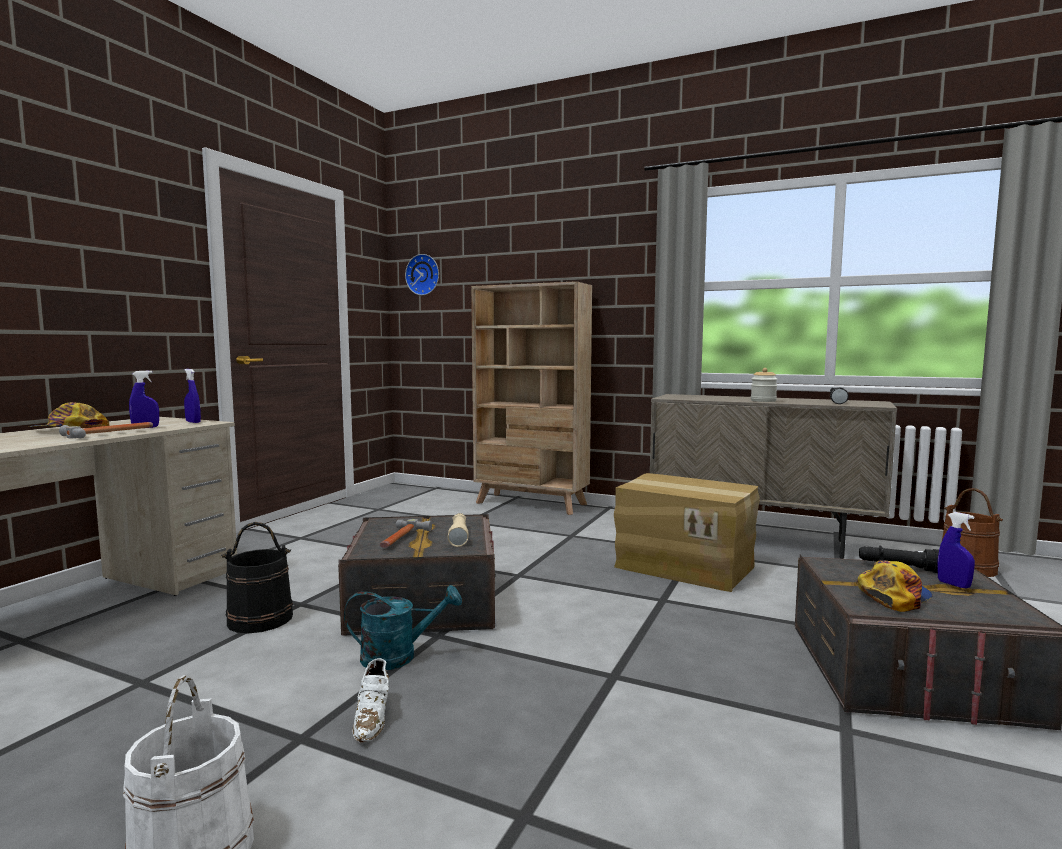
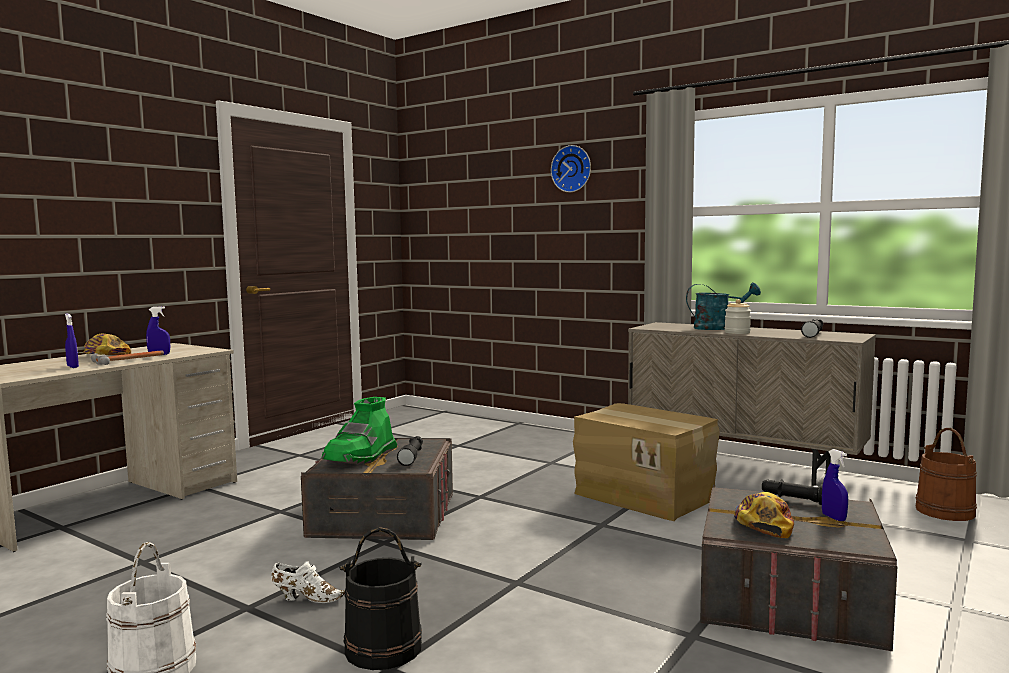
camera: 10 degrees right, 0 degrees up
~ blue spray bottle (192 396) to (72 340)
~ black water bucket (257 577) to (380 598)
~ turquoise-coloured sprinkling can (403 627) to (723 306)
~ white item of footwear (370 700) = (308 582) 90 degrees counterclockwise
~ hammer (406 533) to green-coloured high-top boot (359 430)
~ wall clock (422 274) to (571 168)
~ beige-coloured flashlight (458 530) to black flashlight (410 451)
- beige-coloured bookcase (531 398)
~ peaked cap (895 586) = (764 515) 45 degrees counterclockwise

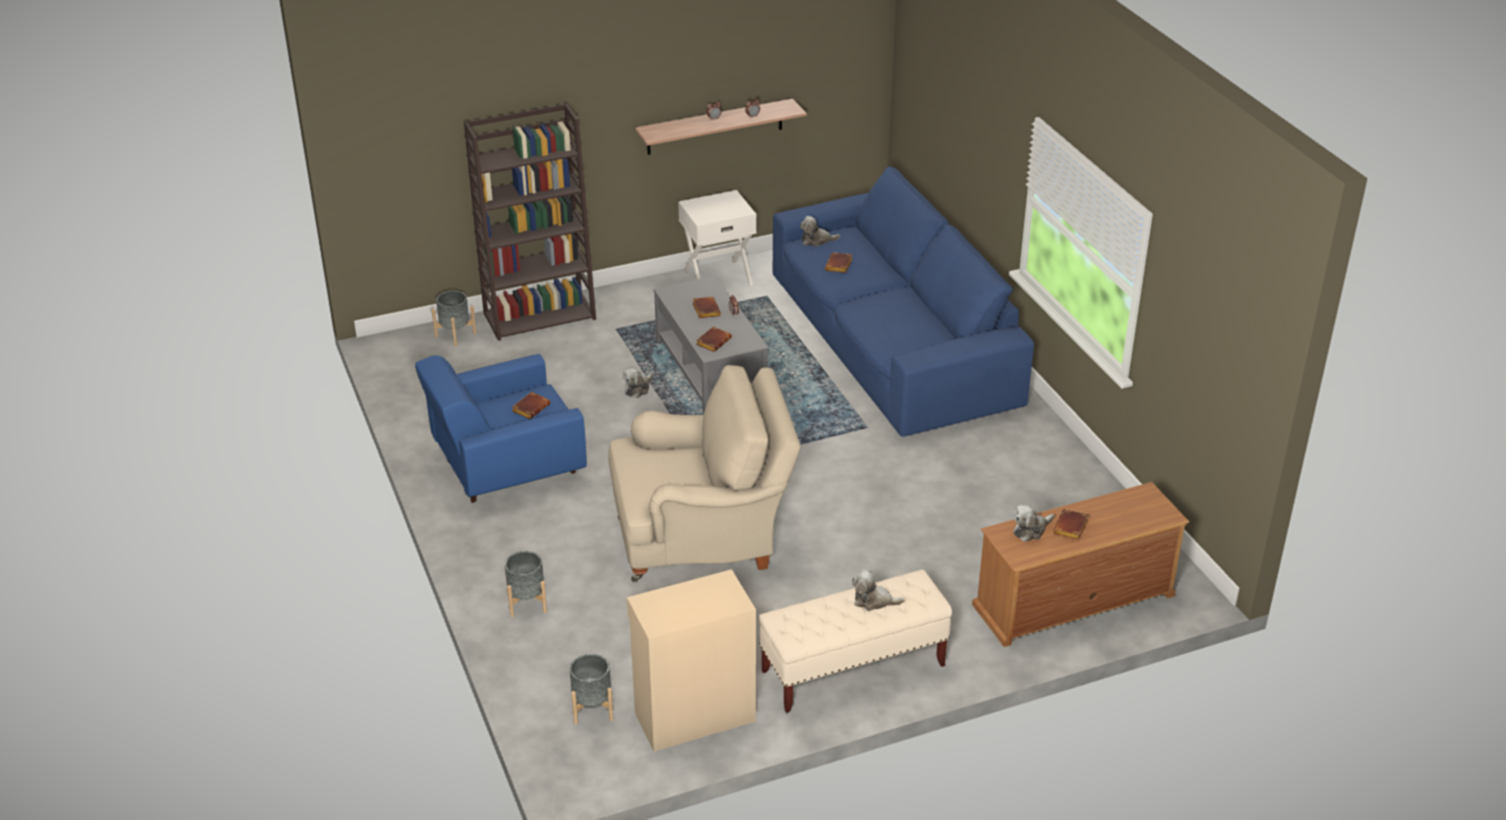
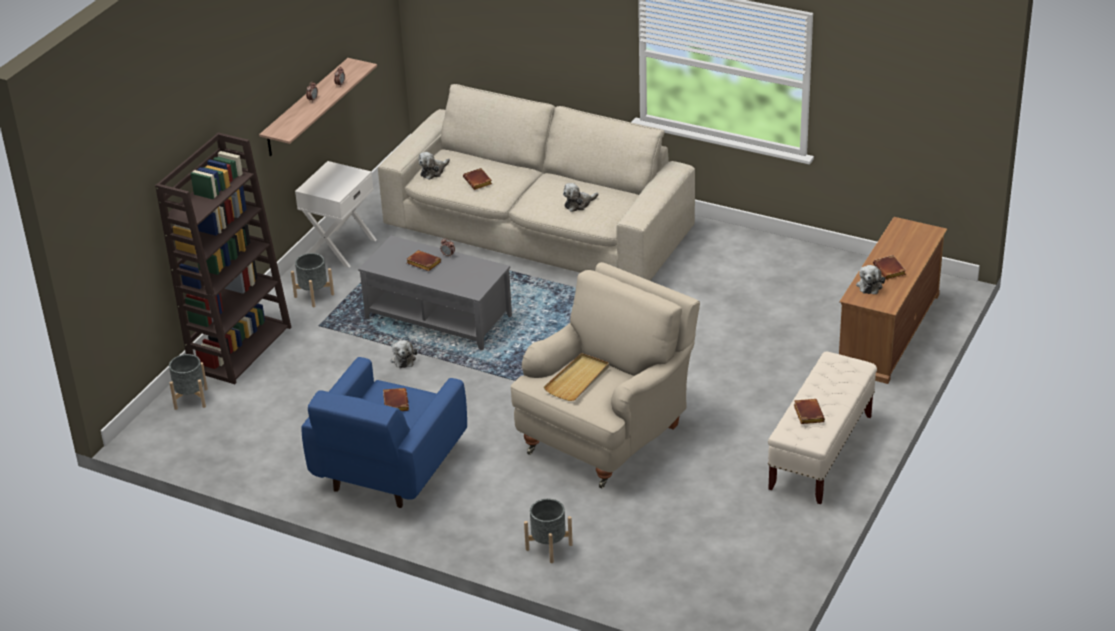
camera: 40 degrees left, 0 degrees up
~ greyish plant pot (591 689) to (312 280)
- beige-coloured storage cabinet (691 660)
~ brown-coloured book (714 339) to (809 411)
~ blue couch (903 302) to beige-coloured couch (536 182)
~ plush toy (878 590) to (580 197)
+ beige-coloured carrying tray (576 377)

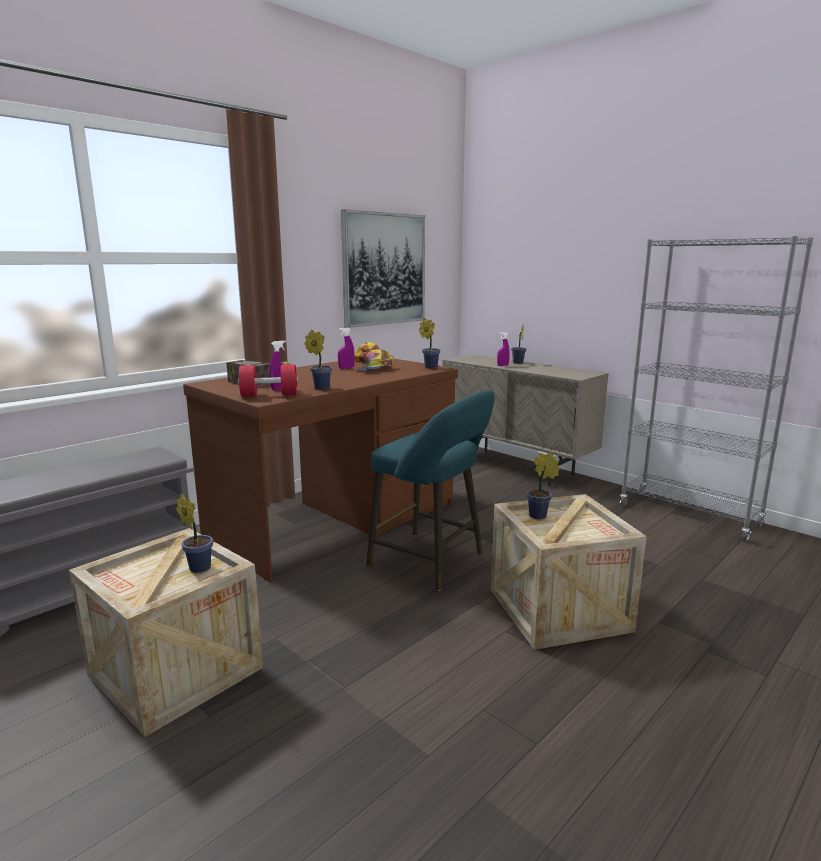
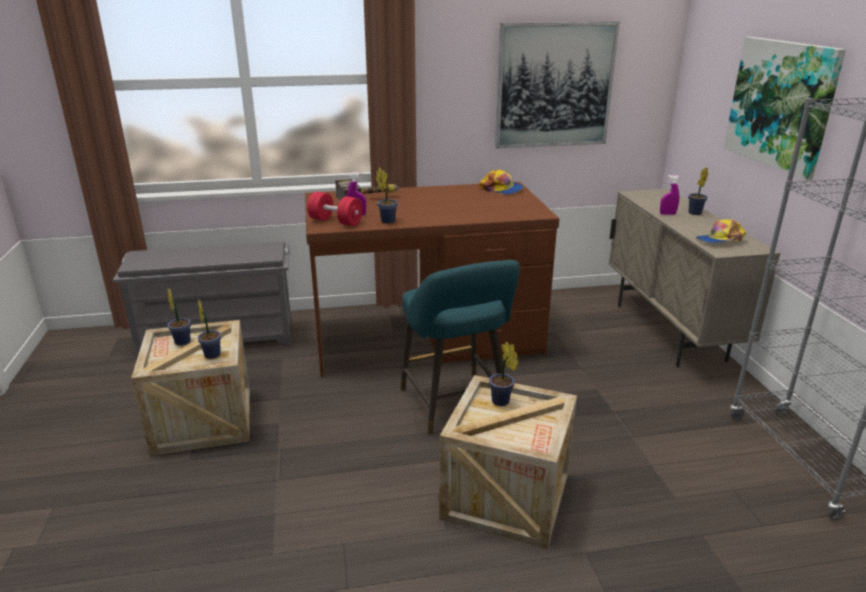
camera: 35 degrees right, 10 degrees up
- purplish spray bottle (346 348)
~ peaked cap (374 359) to (721 231)
~ houseplant (429 343) to (179 317)
+ picture (785 108)

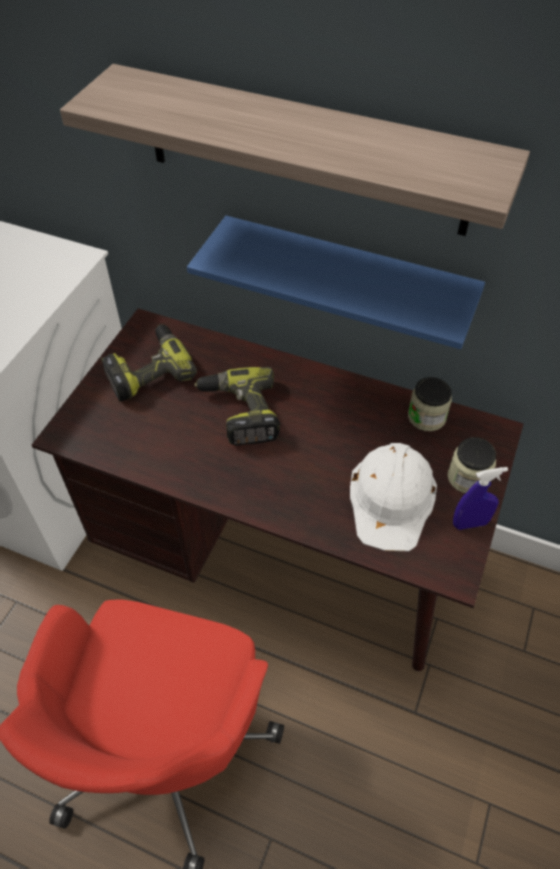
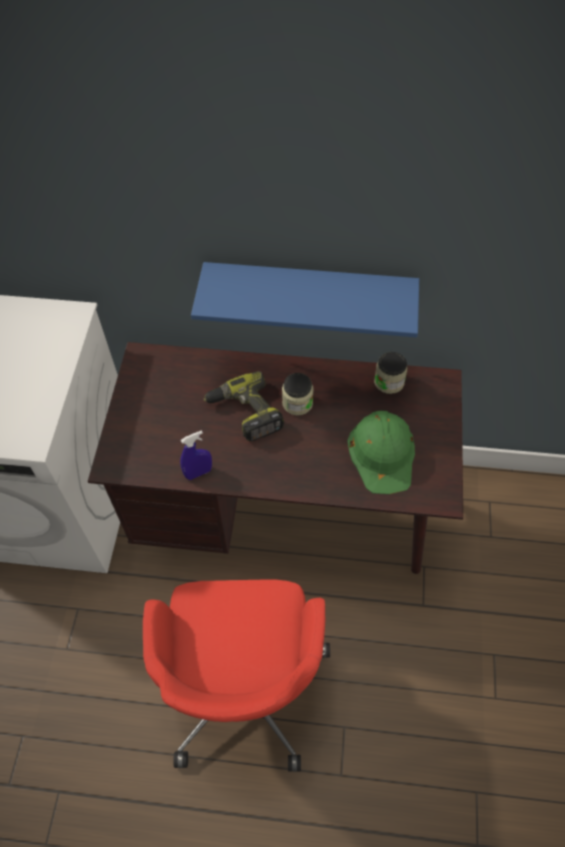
camera: 15 degrees left, 5 degrees up
- wall shelf (295 150)
- power drill (149 362)
~ white work helmet (393 497) to green-coloured work helmet (381 452)
~ storage jar (471 465) to (298 394)
~ blue spray bottle (480 498) to (196 455)

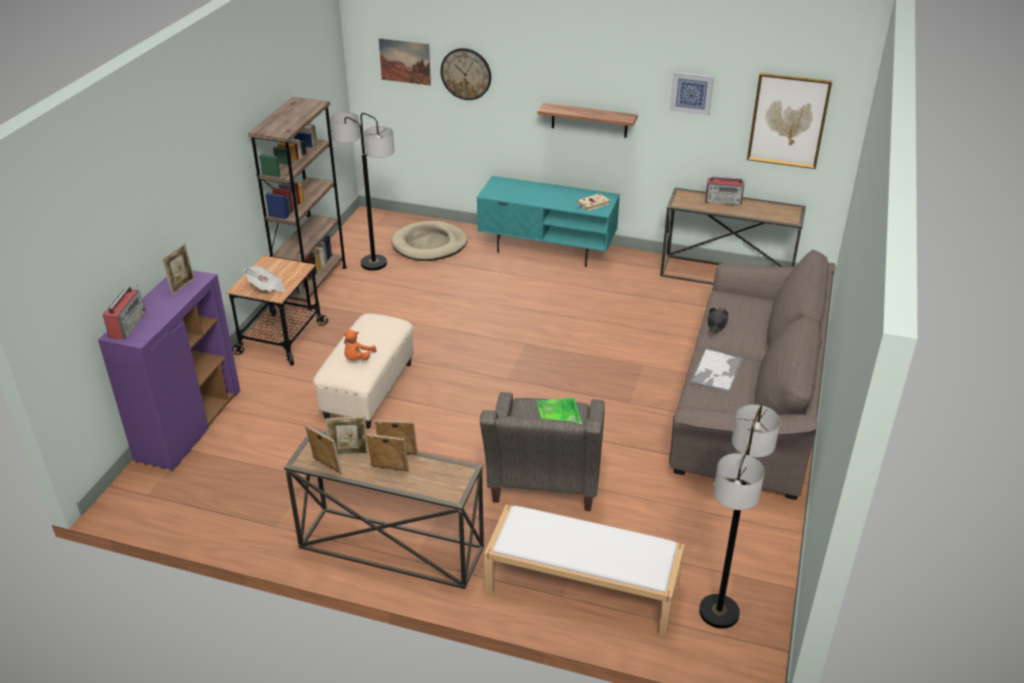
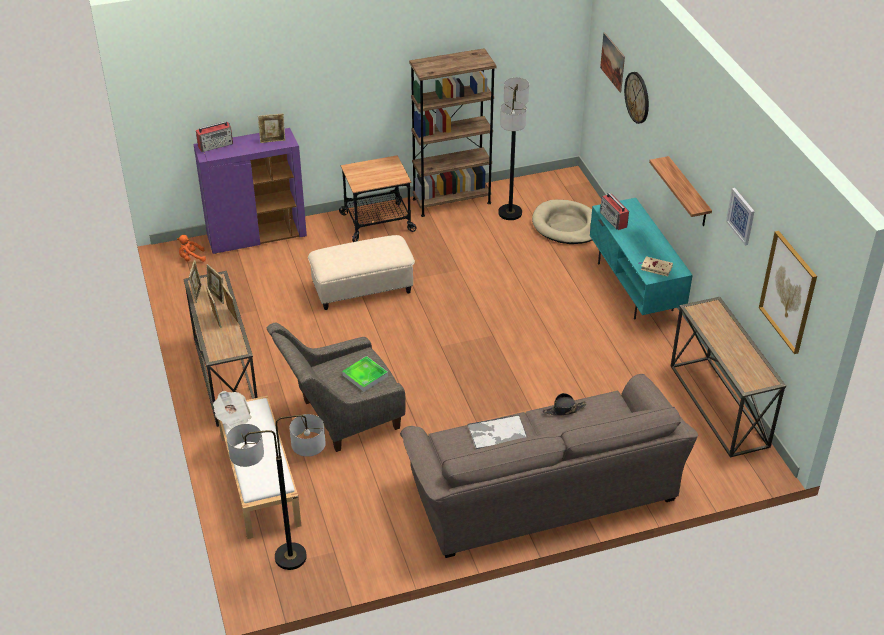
camera: 55 degrees right, 5 degrees up
~ newspaper (264 279) to (232 409)
~ orange-coloured plush toy (360 345) to (191 248)
~ radio (724 190) to (614 211)

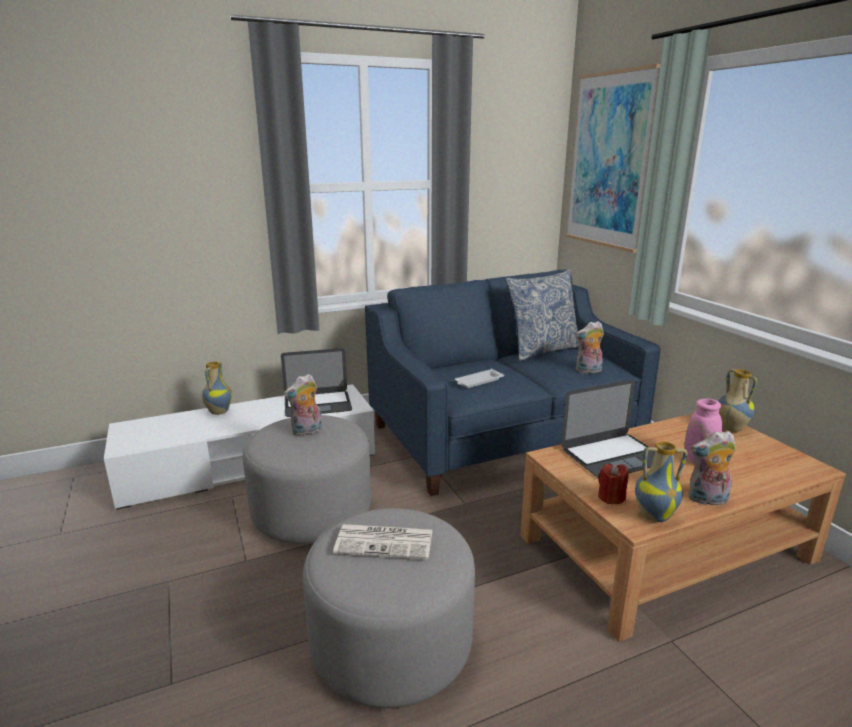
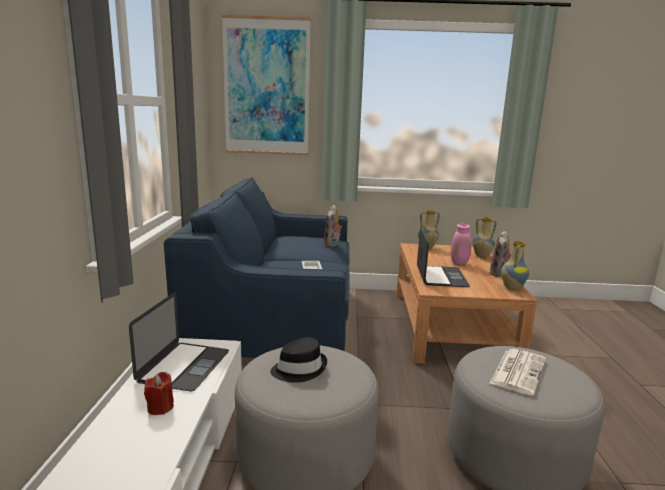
camera: 65 degrees left, 5 degrees down
~ flower vase (217 388) to (485 237)
~ plush toy (303 405) to black wearable hat (298 360)
- pillow (542 315)
~ red-coloured candle (613 484) to (159 393)

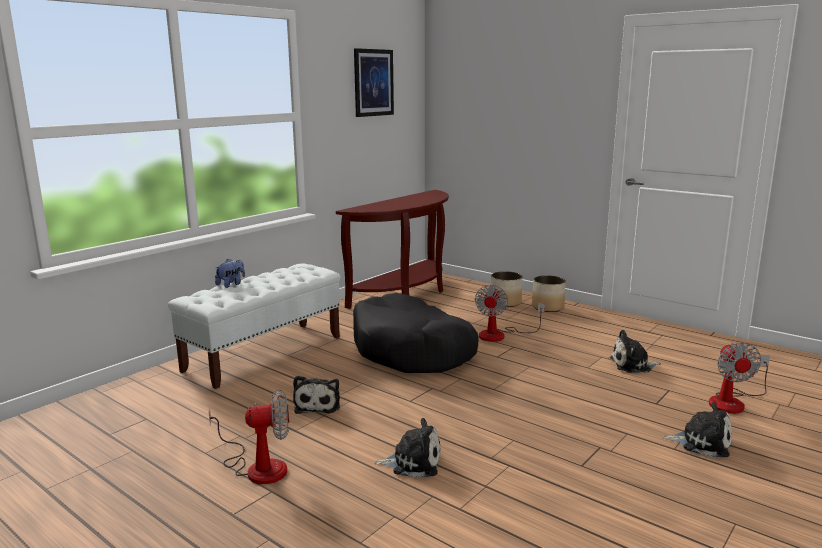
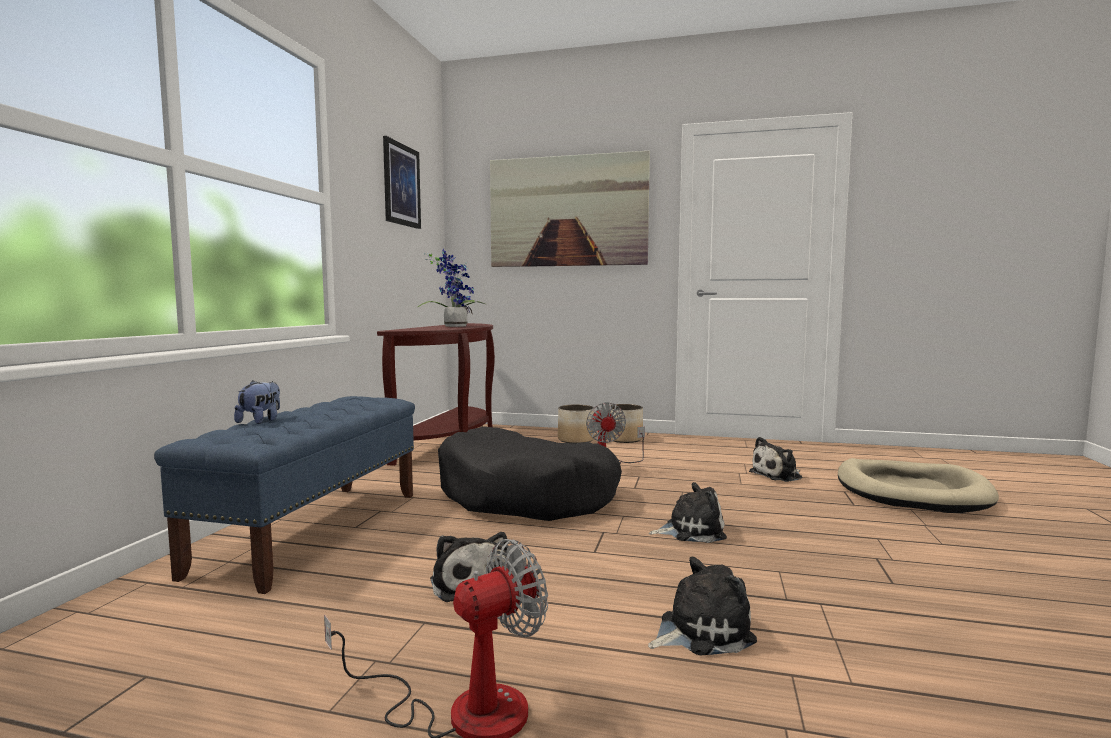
camera: 25 degrees left, 10 degrees down
~ white indoor bench (254 326) to blue indoor bench (284 495)
~ plush toy (697 429) to (688 512)
~ cooling fan (739 378) to beige-coloured pet bed (918 485)
+ houseplant (452 288)
+ picture (570 209)

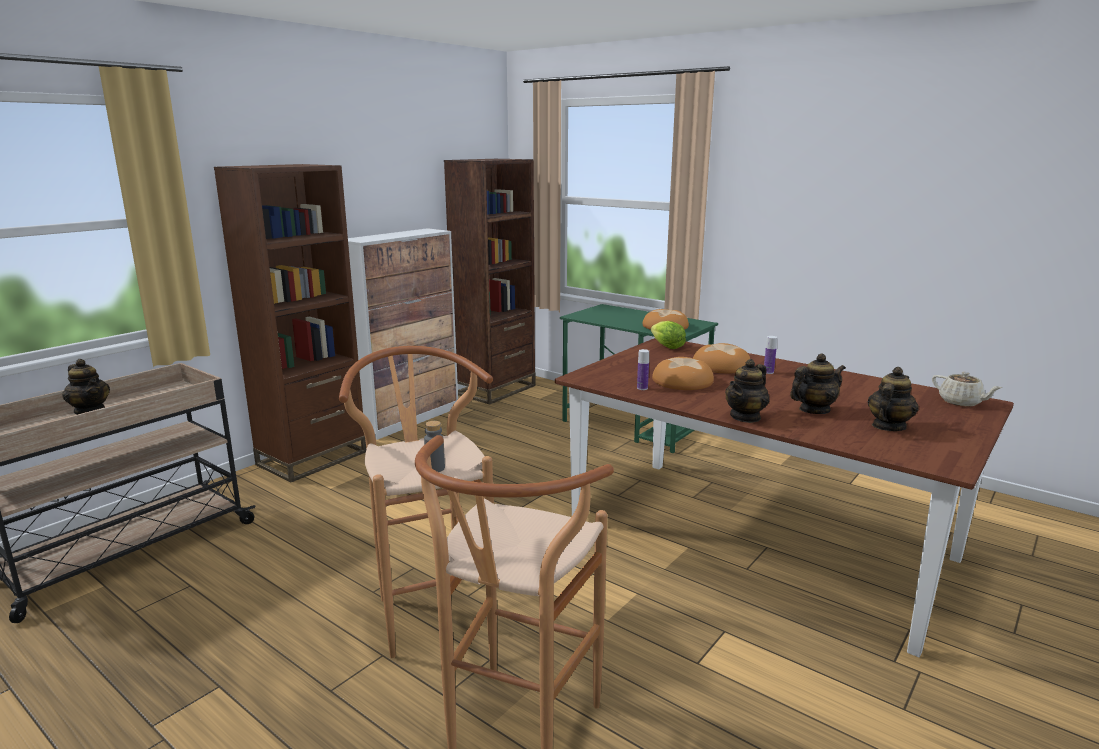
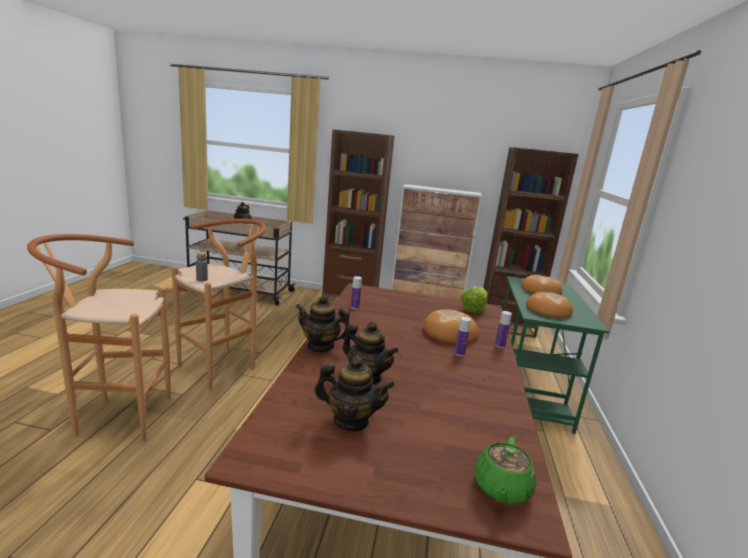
camera: 60 degrees right, 0 degrees up
~ baked bread (683 373) to (541 285)
~ beige-coloured pot for tea (967 389) to green-coloured pot for tea (505 470)
+ drink bottle (503 329)

